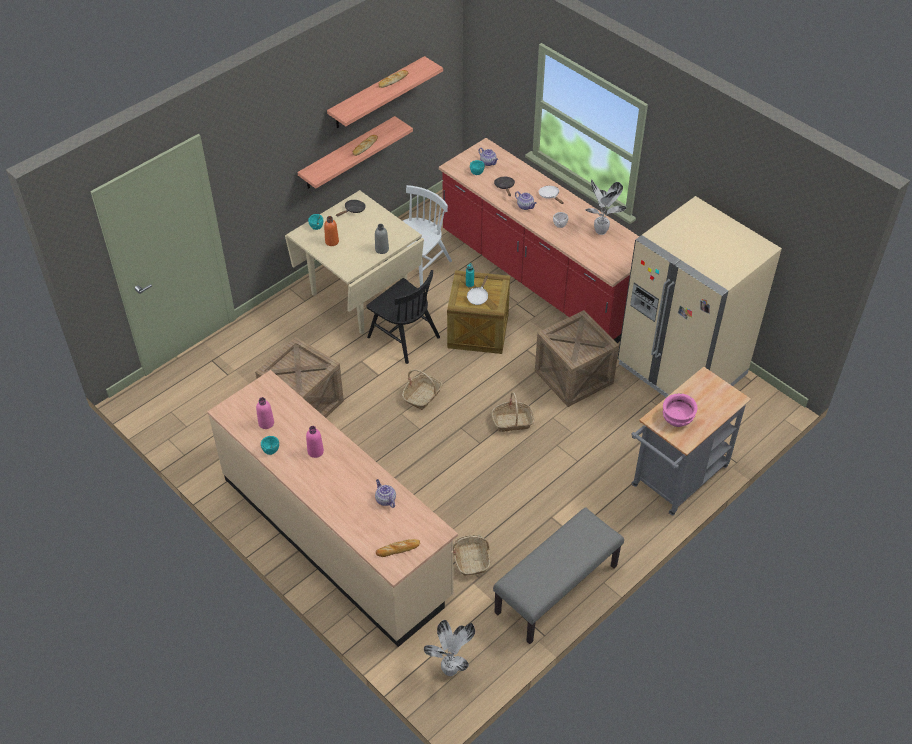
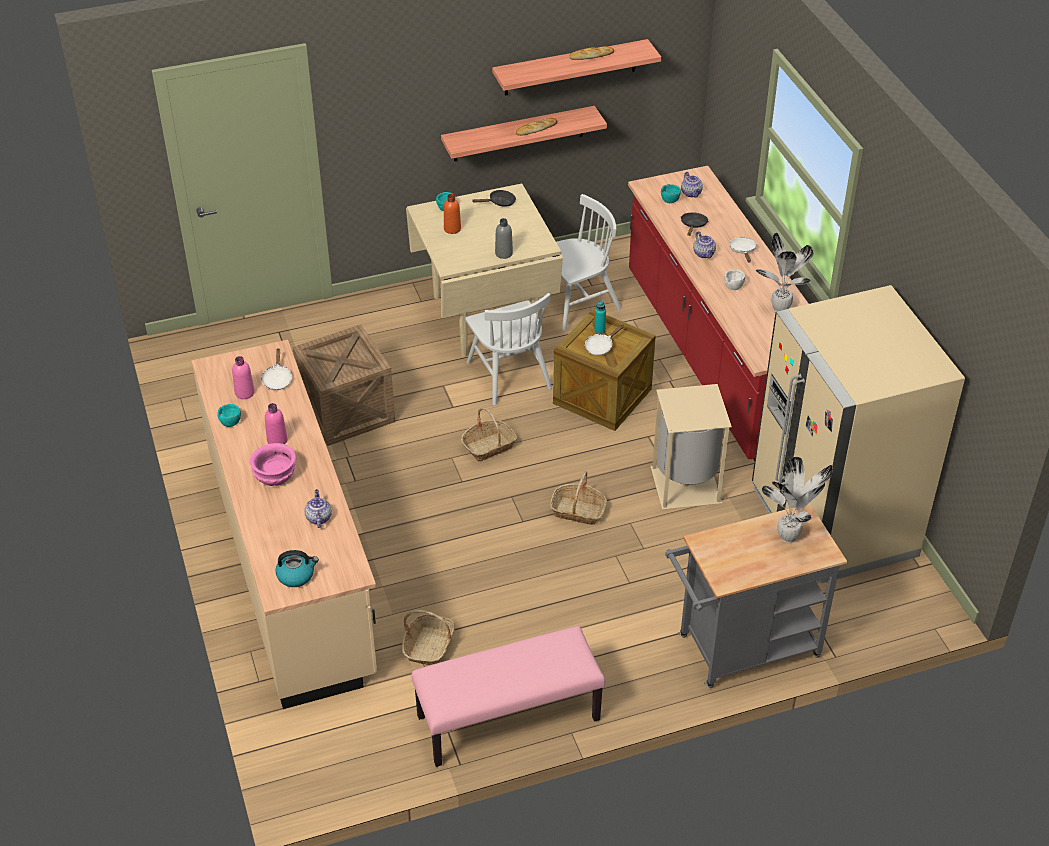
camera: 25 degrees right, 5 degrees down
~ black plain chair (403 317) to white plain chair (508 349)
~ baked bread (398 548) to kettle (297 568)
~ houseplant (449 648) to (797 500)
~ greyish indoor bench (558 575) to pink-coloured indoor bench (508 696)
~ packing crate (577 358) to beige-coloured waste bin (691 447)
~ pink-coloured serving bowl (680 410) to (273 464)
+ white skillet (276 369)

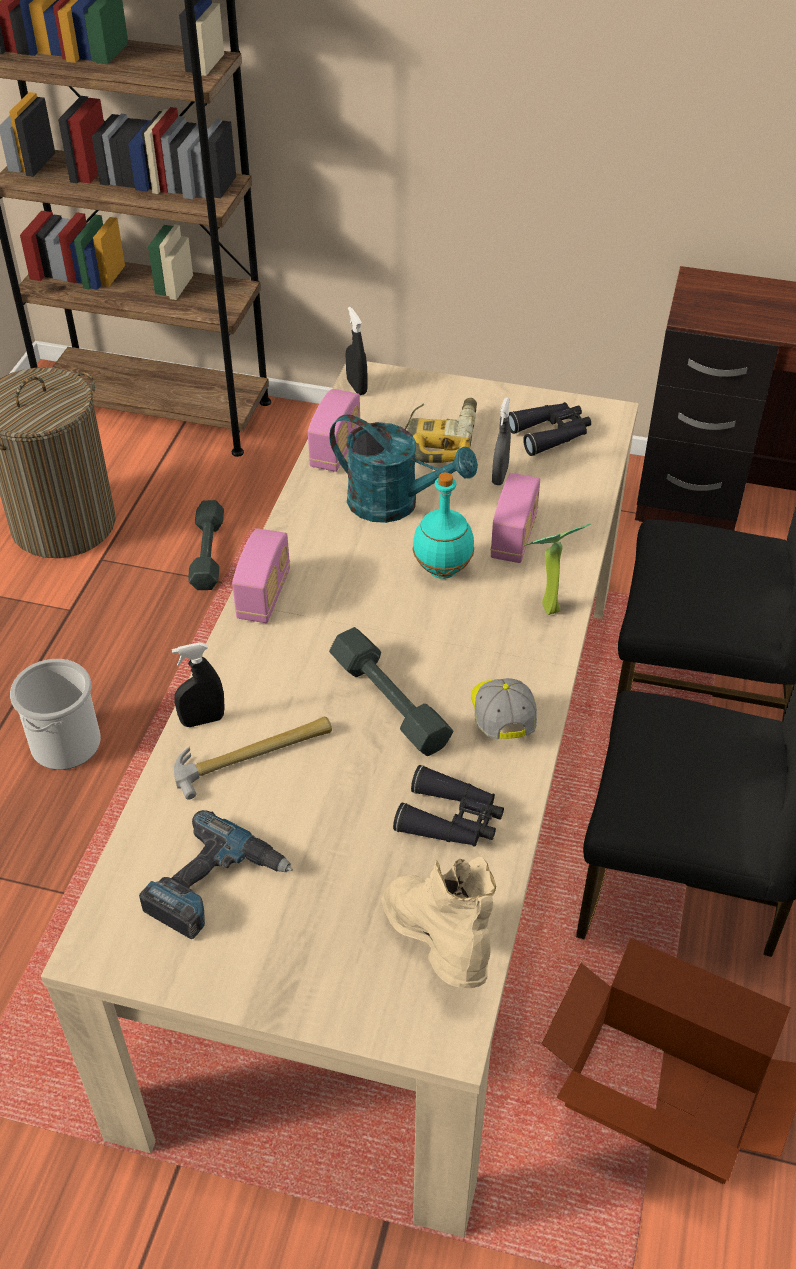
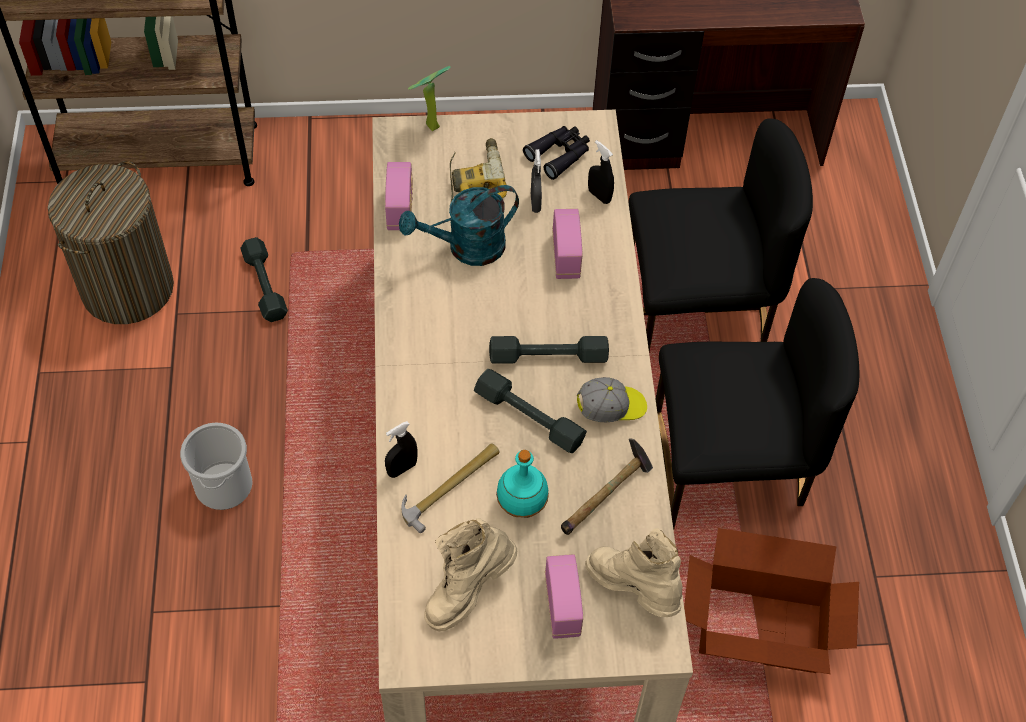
camera: 20 degrees left, 10 degrees up
~ power drill (216 874) to beige-coloured high-top boot (470 575)
~ radio (261 575) to (564 596)
~ turquoise-coloured sprinkling can (403 468) = (459 225) 150 degrees clockwise
~ black spray bottle (356 351) to (601 172)
~ black pair of binoculars (448 806) to hammer (607 486)
~ turquoise-coloured drink bottle (443 525) to (522 484)
~ peaked cap (504 708) = (612 399) 105 degrees clockwise
~ houseplant (557 569) to (429 98)
+ greyish hand weight (549 350)

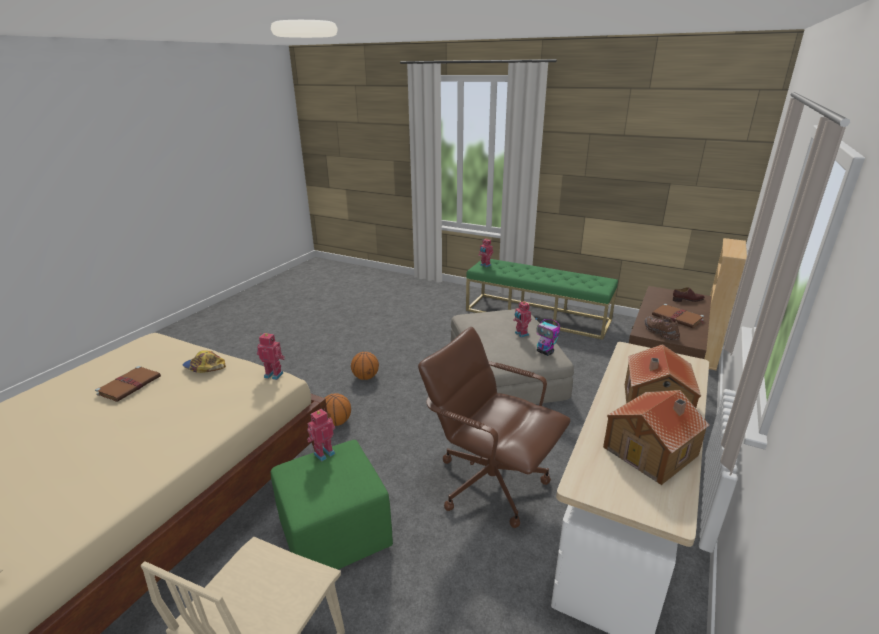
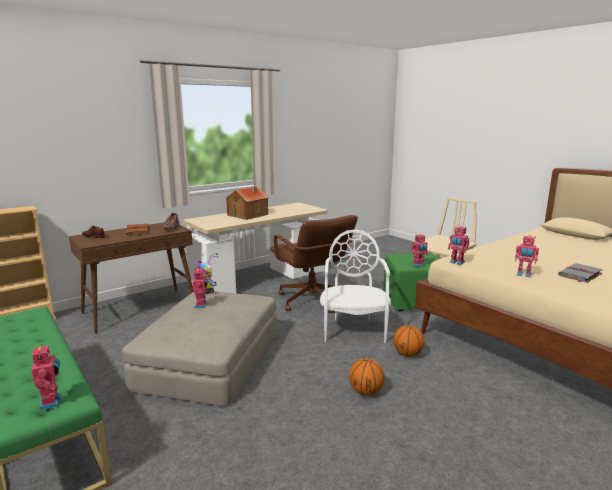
camera: 155 degrees left, 10 degrees down
~ brown-coloured book (128 384) to greyish book (580 273)
~ peaked cap (204 361) to robot figure (527 256)
- miniature house (656 437)
+ white plain chair (355 286)

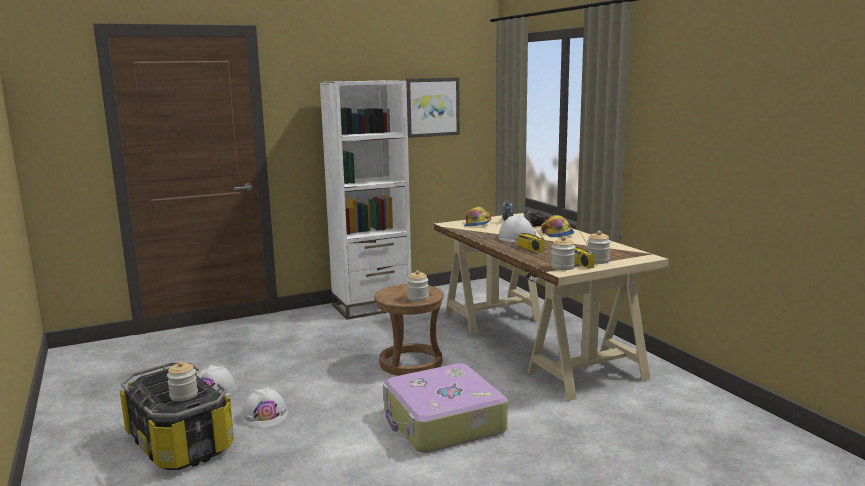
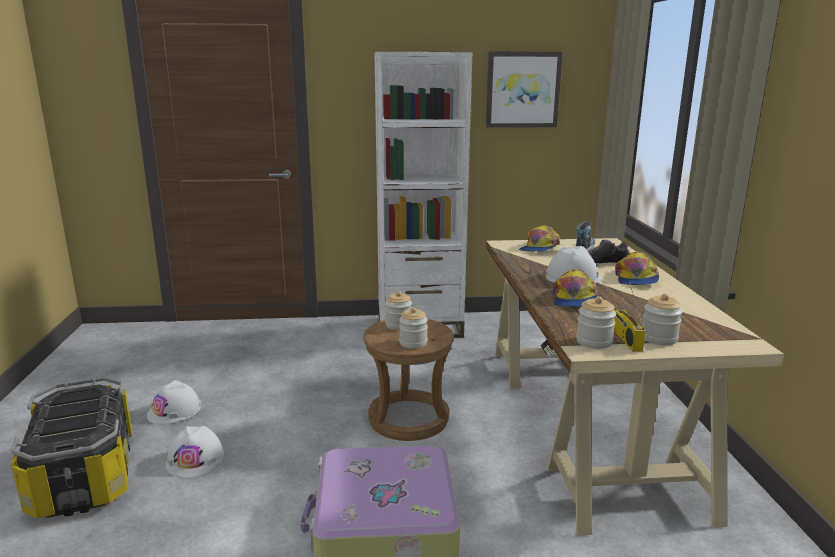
camera: 20 degrees right, 5 degrees up
~ storage jar (182 381) to (398 310)
~ radio (531 235) to peaked cap (576 288)

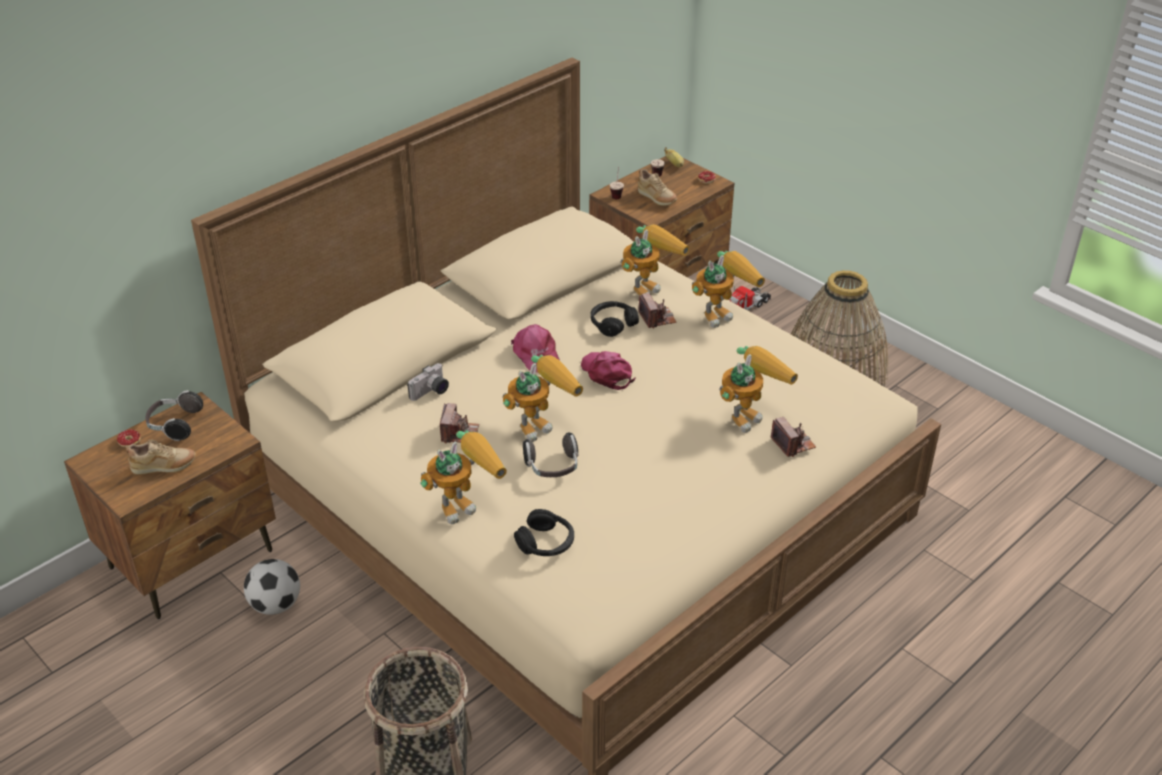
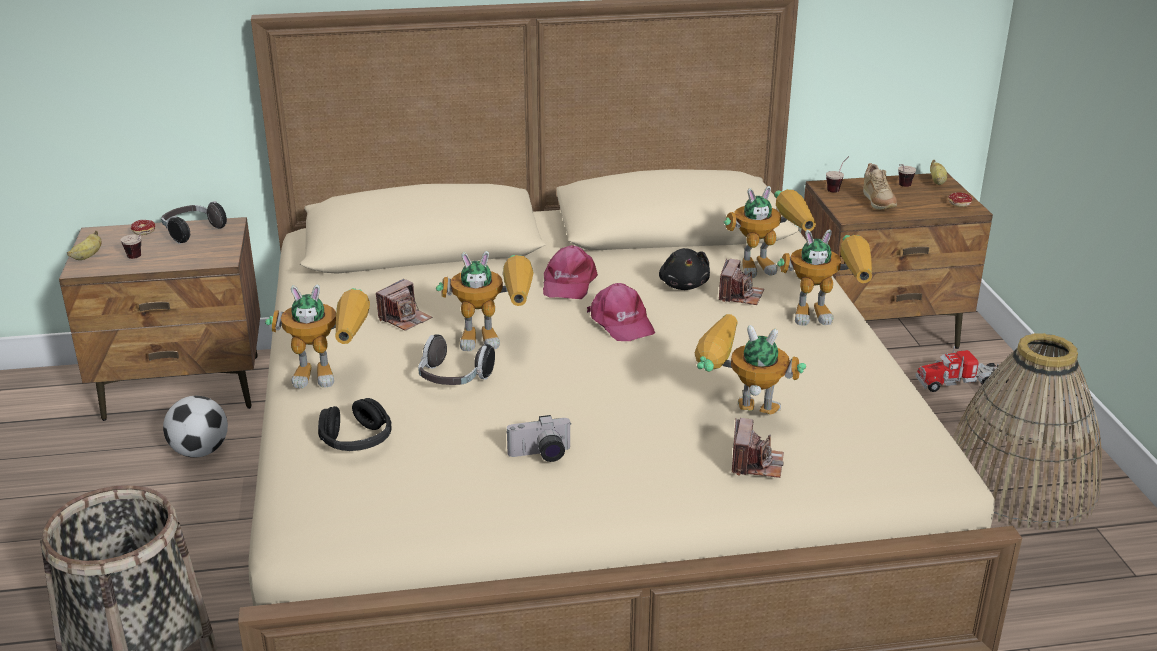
camera: 35 degrees right, 10 degrees down
~ beige-coloured item of footwear (161 457) to drinking cup (135 244)
~ still camera (428 382) to (539 438)
~ pink-coloured peaked cap (608 370) = (621 312) 150 degrees clockwise
~ black headphones (614 319) to black plush toy (684 269)
~ robot figure (758 389) = (750 364) 150 degrees counterclockwise
+ banana fruit (84 245)

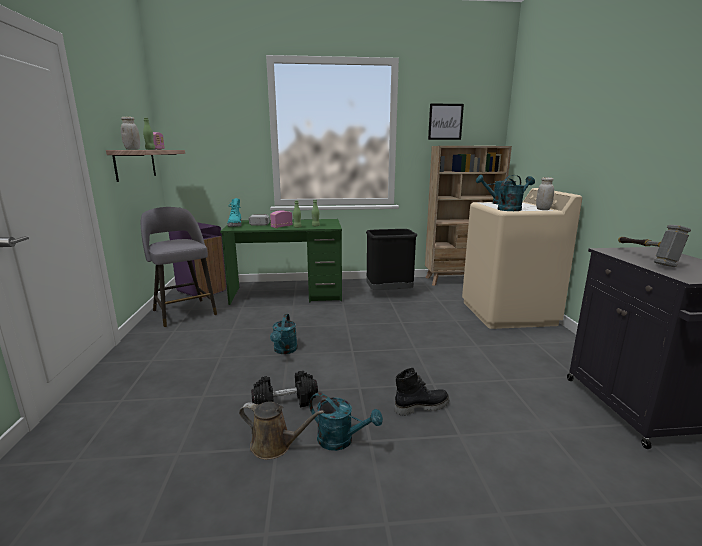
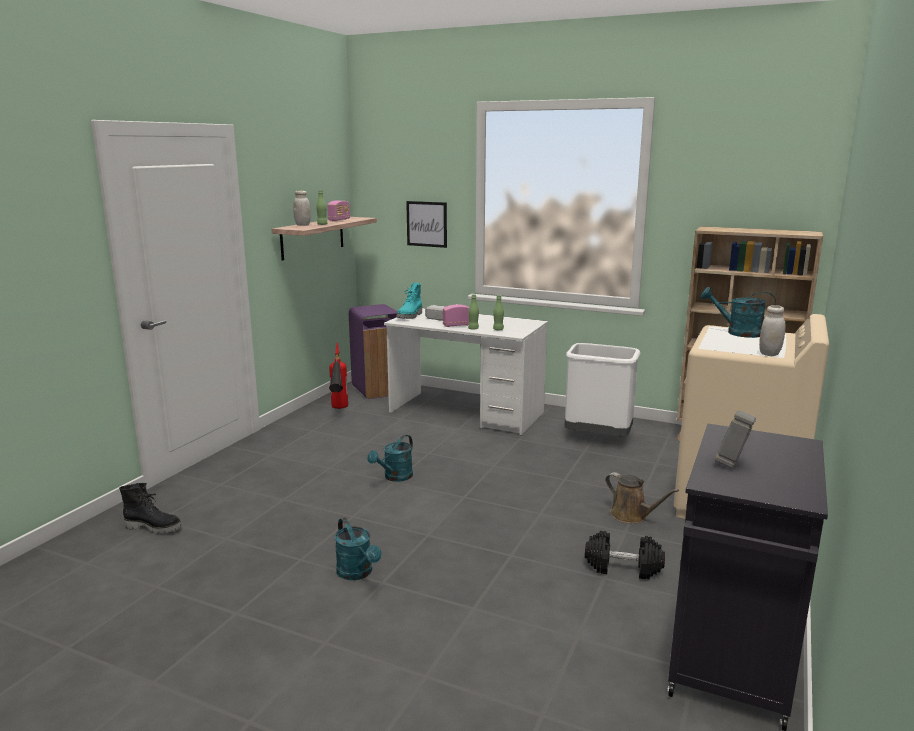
camera: 30 degrees right, 0 degrees up
~ greyish stool seat (179 267) to extinguisher (338 376)
~ green-coloured desk unit (281 262) to white desk unit (466 372)
~ brown-coloured sprinkling can (281 430) to (642 498)
~ black hand weight (284 389) to (625 555)
~ black waste bin (391 259) to white waste bin (602 389)
~ black high-top boot (422 391) to (150 508)
~ picture (446 121) to (426 224)
- turquoise-coloured sprinkling can (516 193)

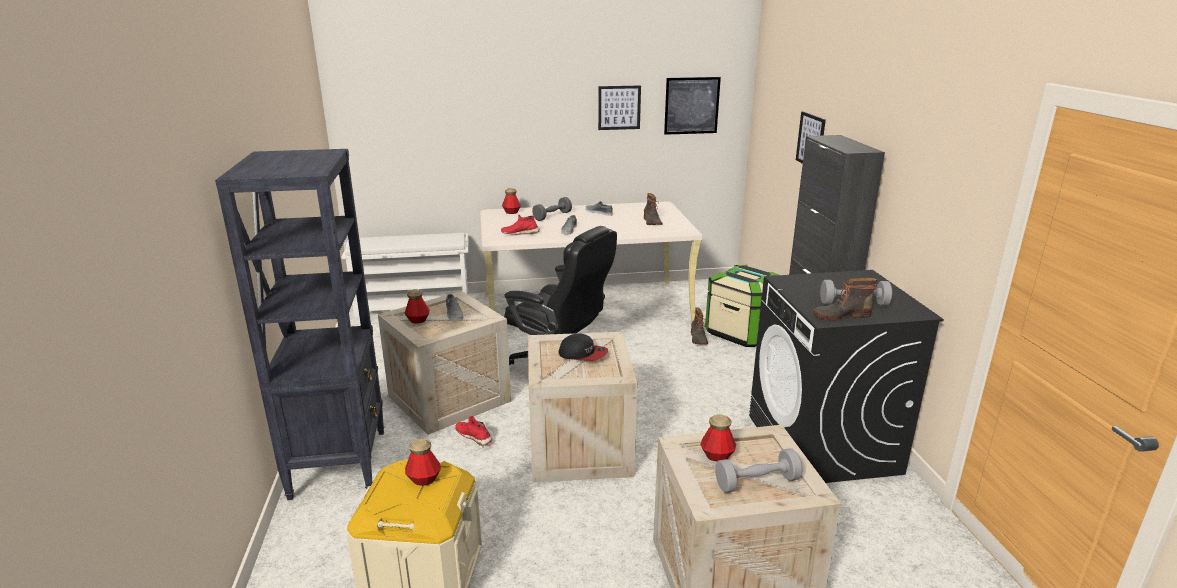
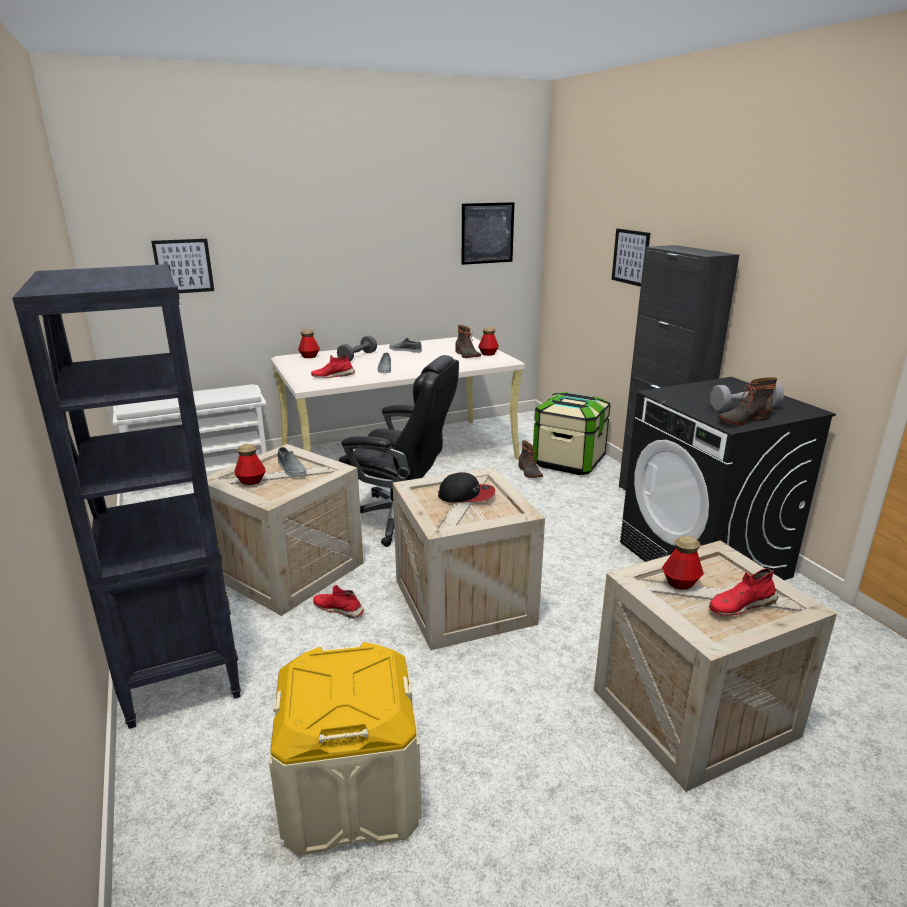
camera: 15 degrees left, 0 degrees up
~ drink bottle (423 462) to (488 341)
~ picture (619 107) to (182 266)
~ greyish hand weight (758 470) to red-coloured item of footwear (743 592)

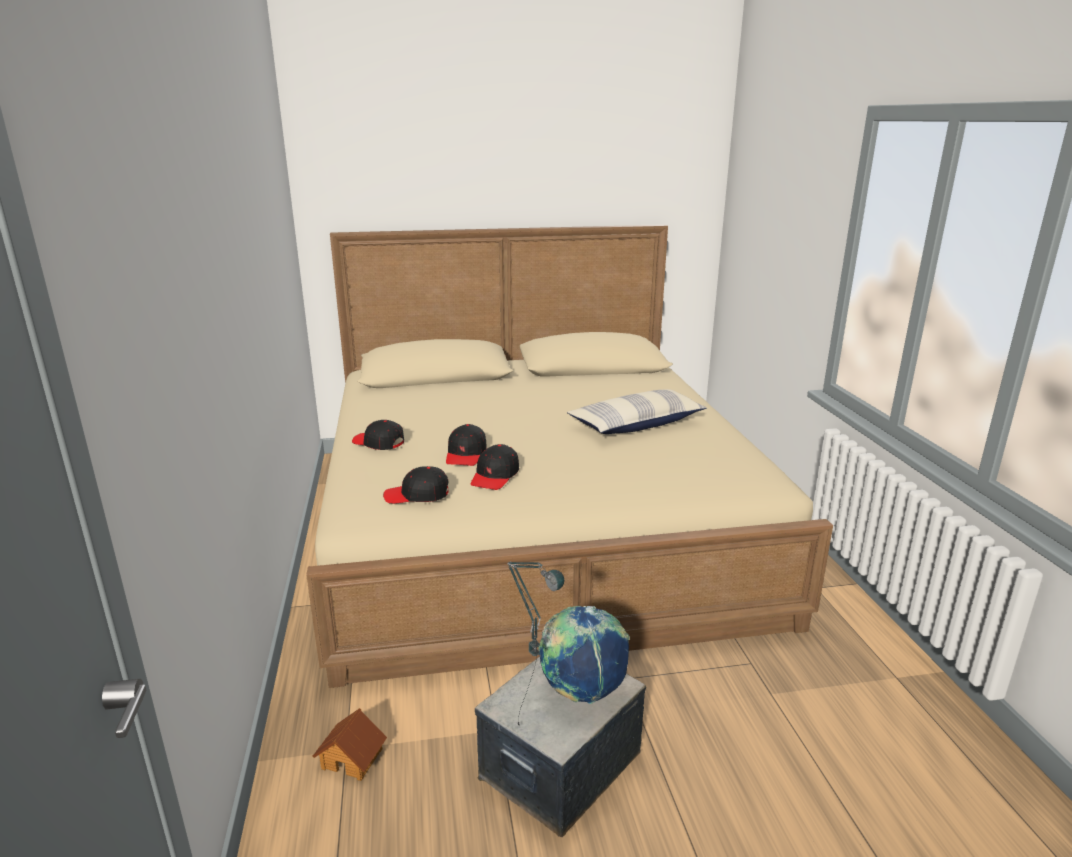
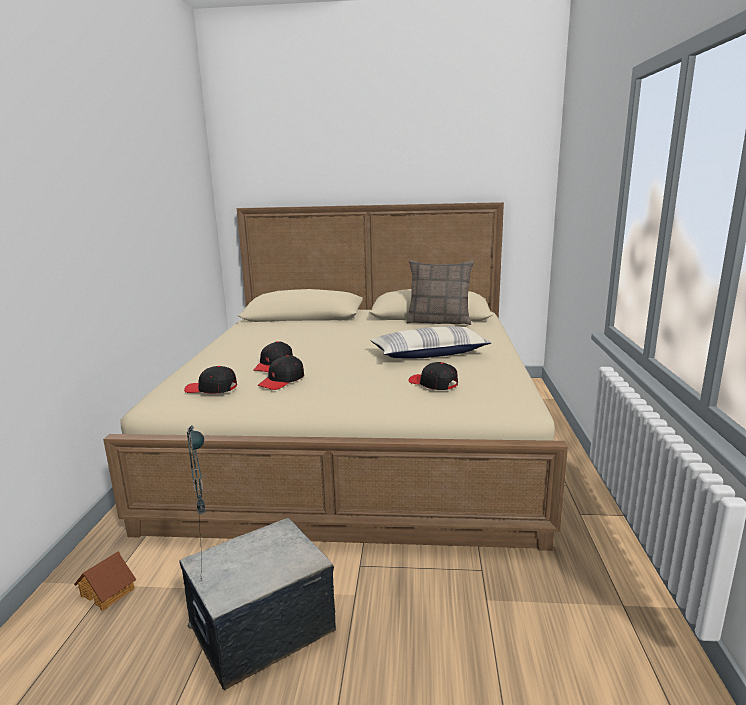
camera: 15 degrees right, 5 degrees down
~ black peaked cap (378 435) to (433 376)
- desk globe (584 655)
+ pillow (440 292)

